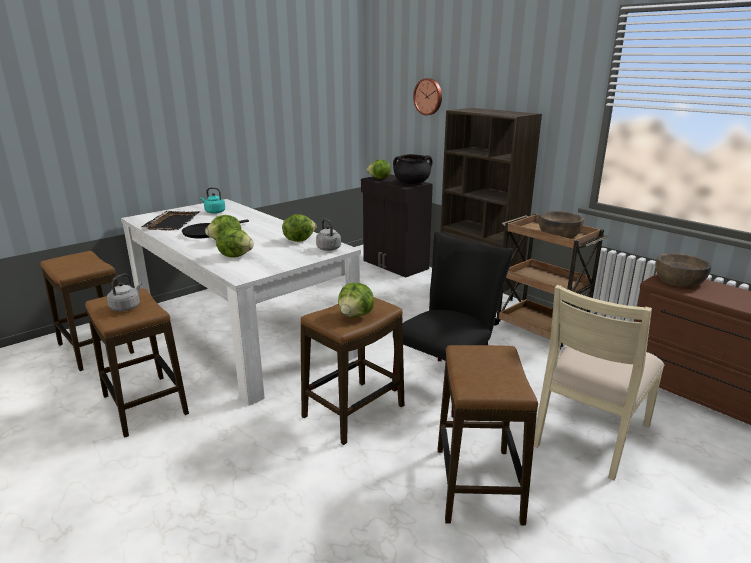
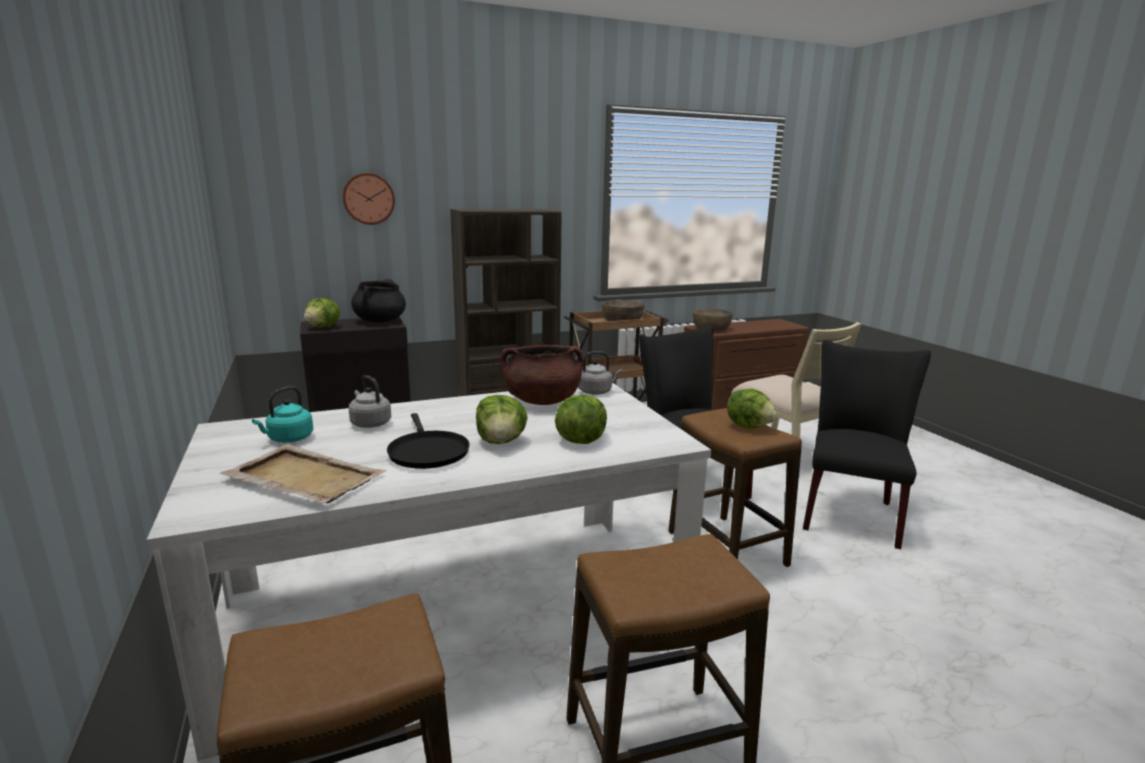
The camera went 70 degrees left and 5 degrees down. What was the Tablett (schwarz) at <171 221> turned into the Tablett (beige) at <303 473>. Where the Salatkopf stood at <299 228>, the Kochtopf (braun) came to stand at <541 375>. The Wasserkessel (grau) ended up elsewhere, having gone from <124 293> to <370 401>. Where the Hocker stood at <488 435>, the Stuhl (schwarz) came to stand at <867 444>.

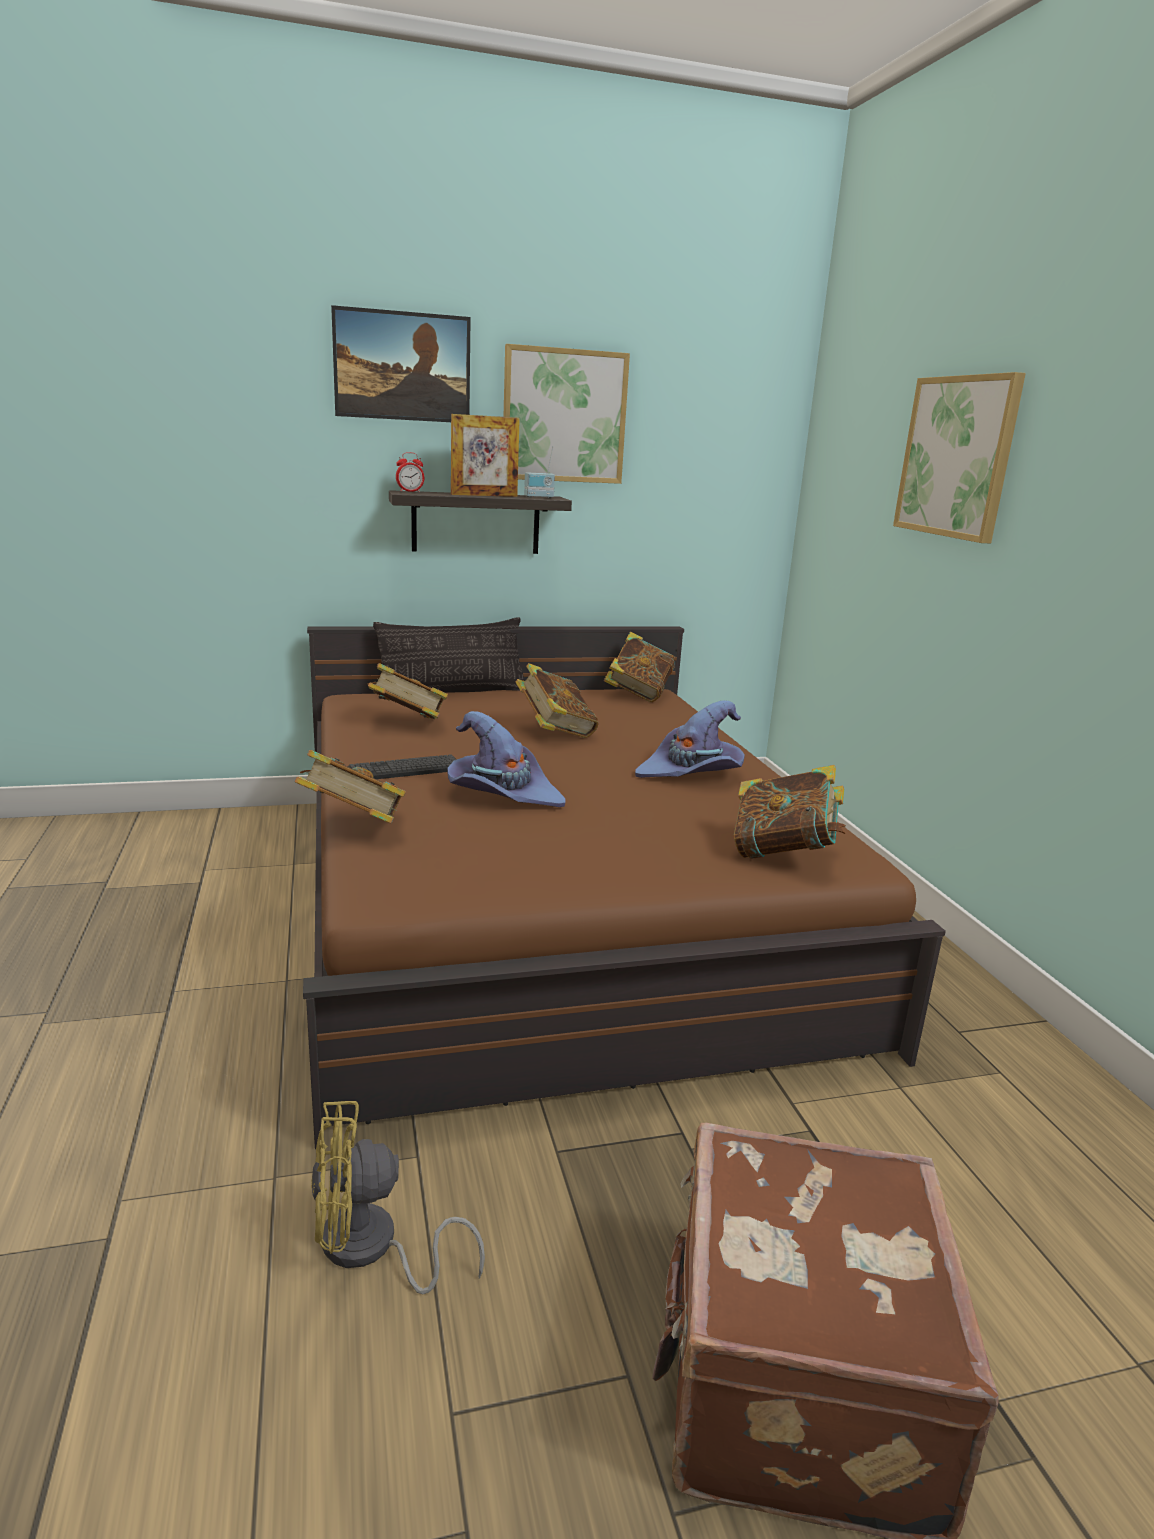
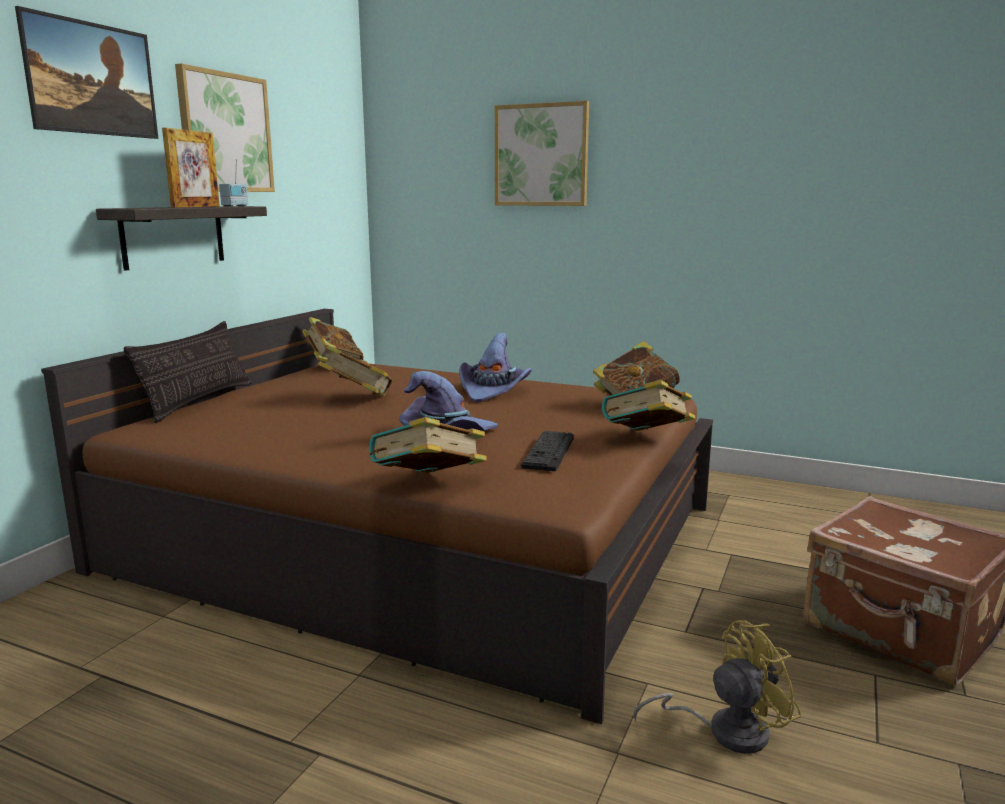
The camera went 50 degrees left and 5 degrees down. The second view lost the Wecker at <410 472>. The Buch ended up elsewhere, having gone from <408 691> to <648 405>. The Tastatur ended up elsewhere, having gone from <402 766> to <547 451>. The Ventilator (gelb) at <398 1197> ended up facing another way, 135 degrees counterclockwise from before.

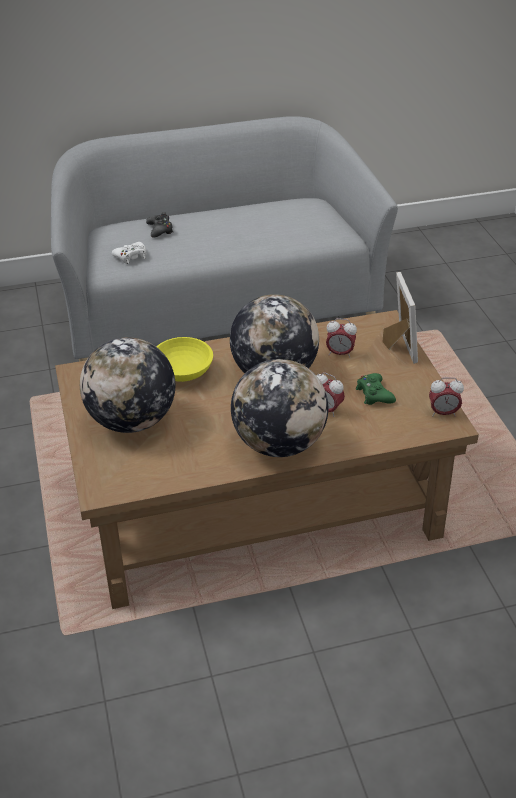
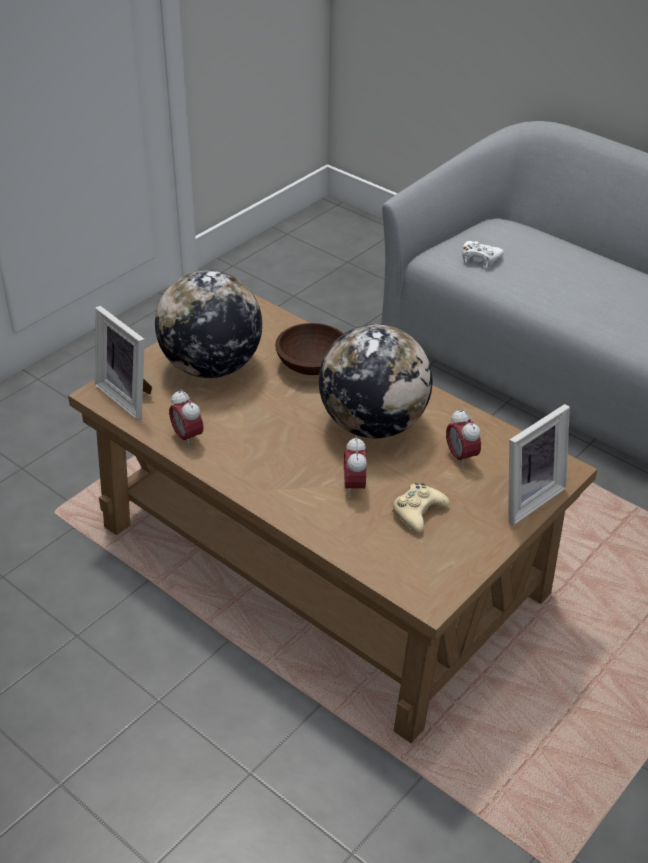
The camera went 55 degrees right and 0 degrees up. The second view lost the Gamepad (schwarz) at <159 225>. What was the Schüssel (gelb) at <184 359> turned into the Schüssel (braun) at <309 349>. The second view lost the Globus at <279 408>. What was the Gamepad (grün) at <376 389> turned into the Gamepad (beige) at <421 508>. The Wecker ended up elsewhere, having gone from <446 397> to <186 418>. The second view gained the Bilderrahmen at <123 363>.

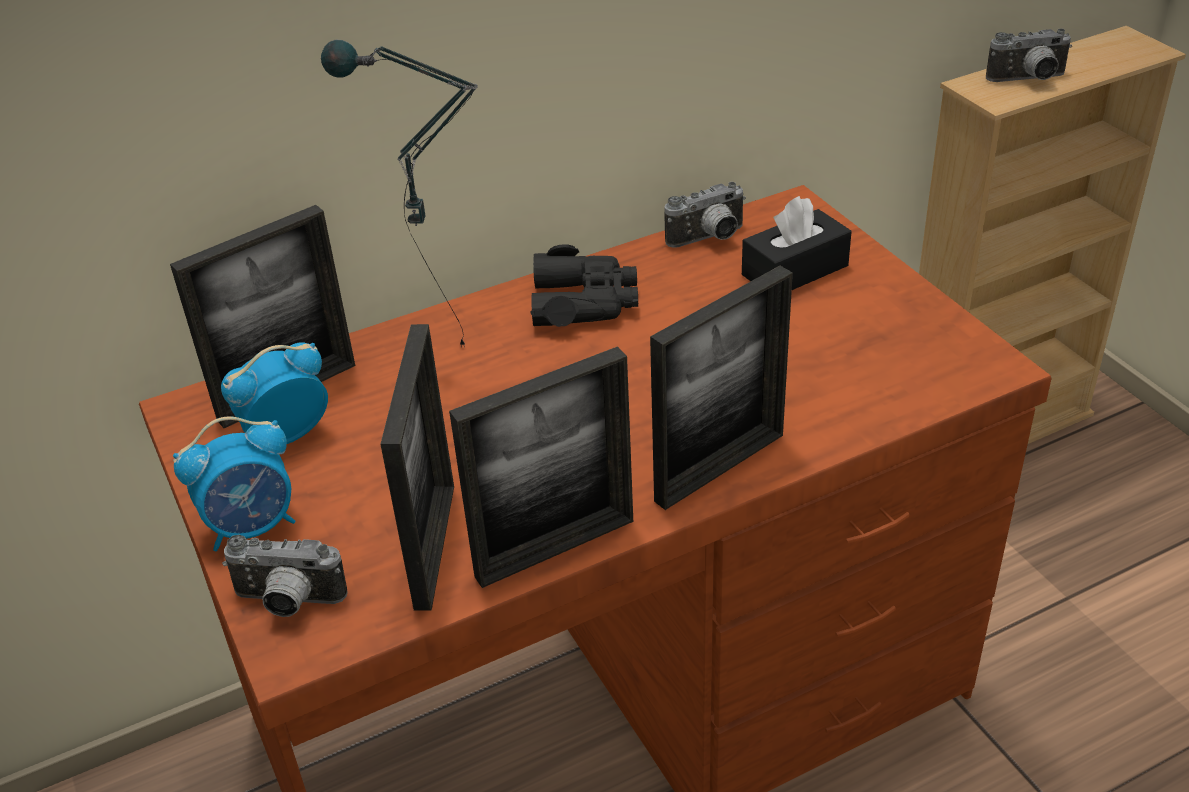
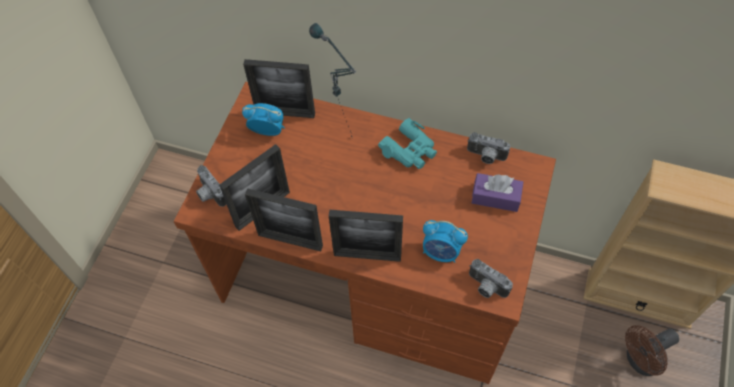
The camera went 45 degrees right and 20 degrees up. The Kamera ended up elsewhere, having gone from <1029 55> to <491 278>. What was the Taschentuchbox (schwarz) at <797 243> turned into the Taschentuchbox (lila) at <497 192>. What was the Fernglas (schwarz) at <584 285> turned into the Fernglas (türkis) at <407 143>. The Wecker ended up elsewhere, having gone from <234 483> to <445 241>. The second view gained the Ventilator (braun) at <652 350>.

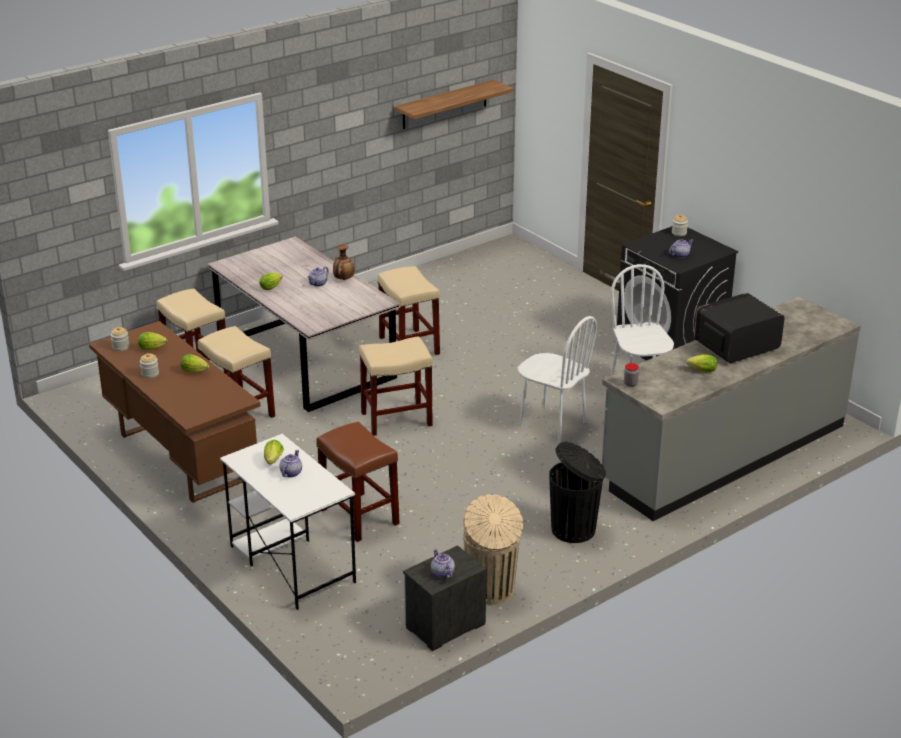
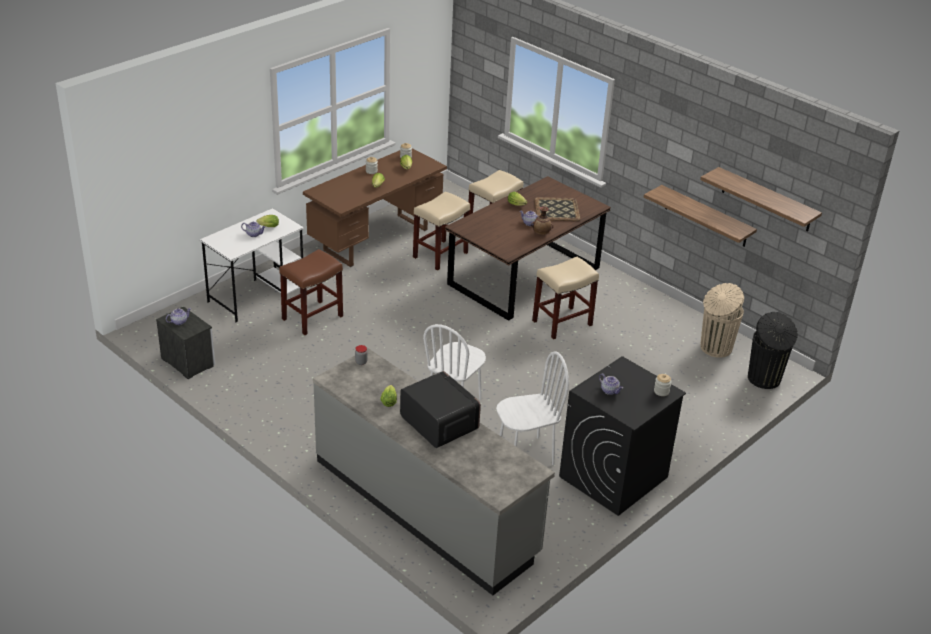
The camera went 80 degrees right and 5 degrees up. What was the Esstisch (grau) at <304 324> turned into the Esstisch (braun) at <528 248>. The second view lost the Hocker (beige) at <396 386>. The Mülleimer (schwarz) ended up elsewhere, having gone from <577 492> to <773 350>. The Mülleimer (beige) ended up elsewhere, having gone from <493 549> to <722 320>. The second view gained the Wandregal at <700 216>. The second view gained the Tablett at <557 209>.

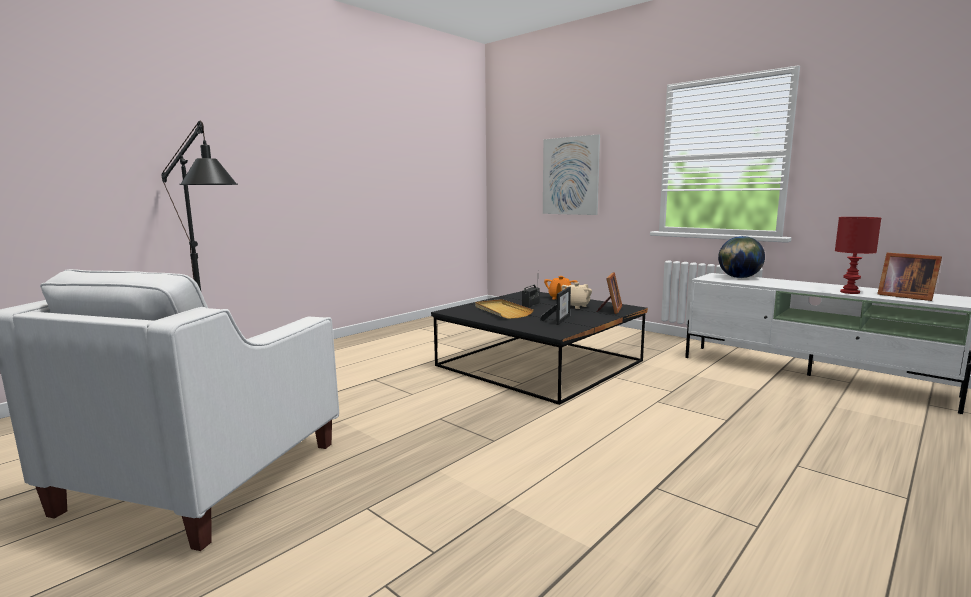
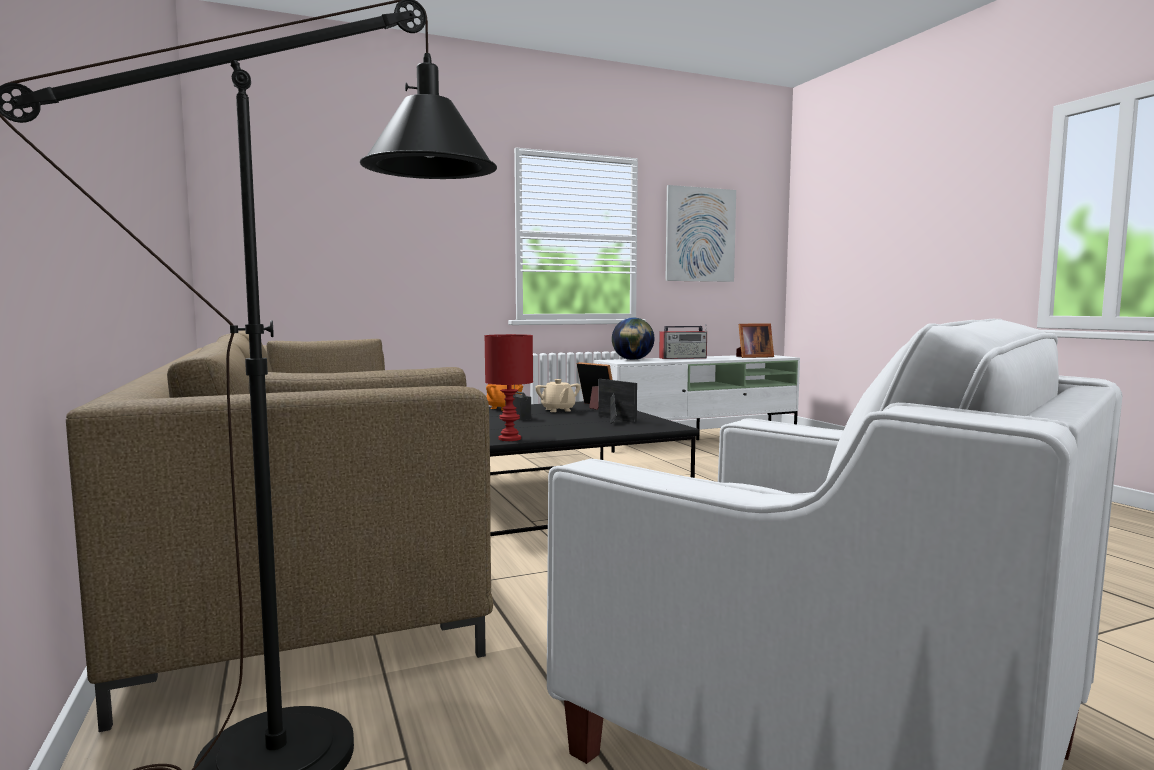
The camera went 65 degrees left and 5 degrees down. The Bild ended up elsewhere, having gone from <571 174> to <701 233>. The Tischlampe (rot) ended up elsewhere, having gone from <858 255> to <508 387>. The second view lost the Tablett (beige) at <504 309>. The second view gained the Radio at <683 341>. The second view gained the Sofa (braun) at <279 531>.

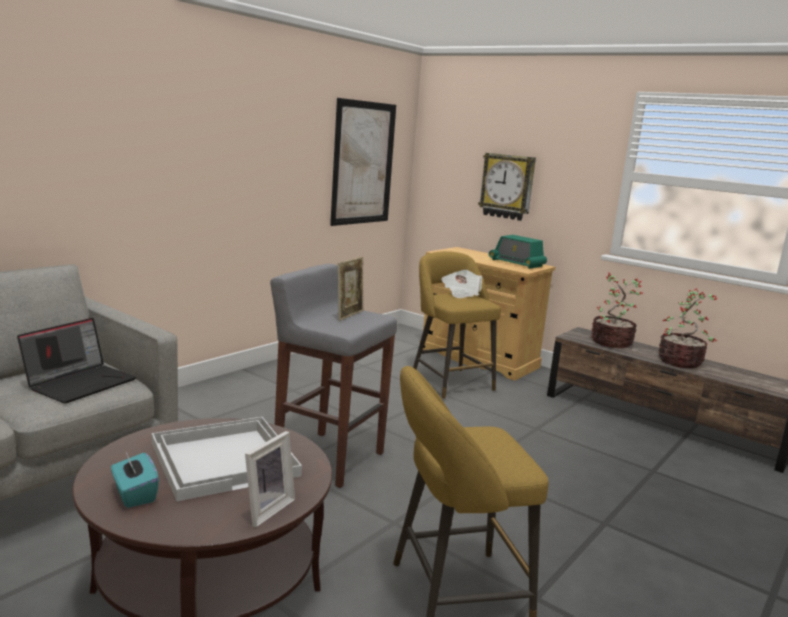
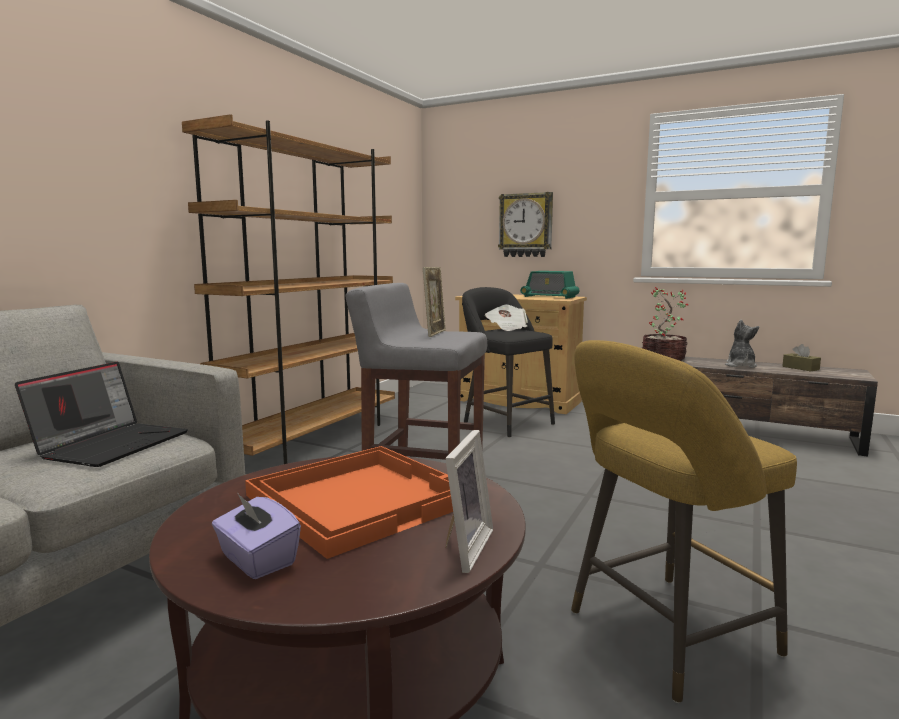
The camera went 10 degrees left and 5 degrees down. The second view lost the Bild at <363 162>. What was the Hocker (gelb) at <457 325> turned into the Hocker (schwarz) at <508 362>. Where the Topfpflanze stood at <687 328>, the Plüschtier came to stand at <742 344>. What was the Tablett (weiß) at <227 459> turned into the Tablett (orange) at <349 502>. What was the Taschentuchbox (türkis) at <135 480> turned into the Taschentuchbox (lila) at <256 536>. The second view gained the Bücherregal (braun) at <288 289>. The second view gained the Taschentuchbox (braun) at <801 357>.

